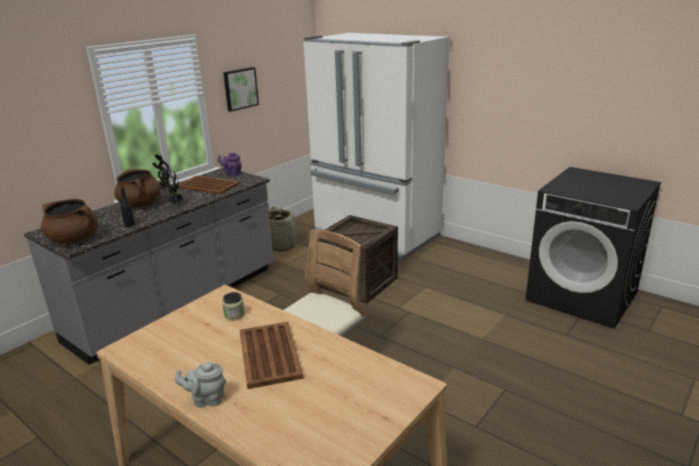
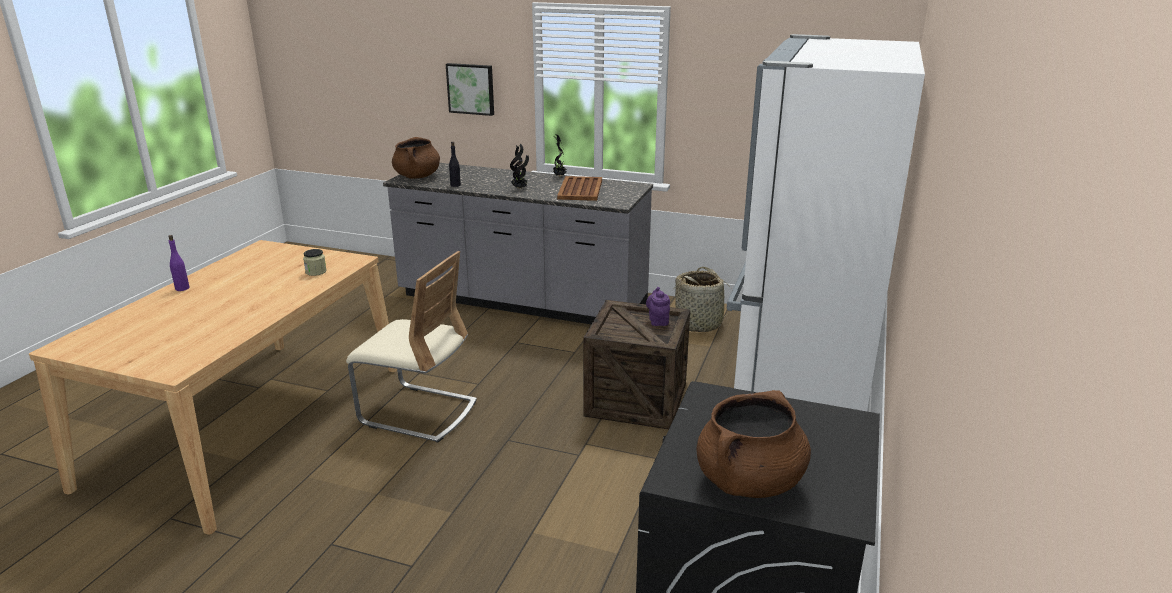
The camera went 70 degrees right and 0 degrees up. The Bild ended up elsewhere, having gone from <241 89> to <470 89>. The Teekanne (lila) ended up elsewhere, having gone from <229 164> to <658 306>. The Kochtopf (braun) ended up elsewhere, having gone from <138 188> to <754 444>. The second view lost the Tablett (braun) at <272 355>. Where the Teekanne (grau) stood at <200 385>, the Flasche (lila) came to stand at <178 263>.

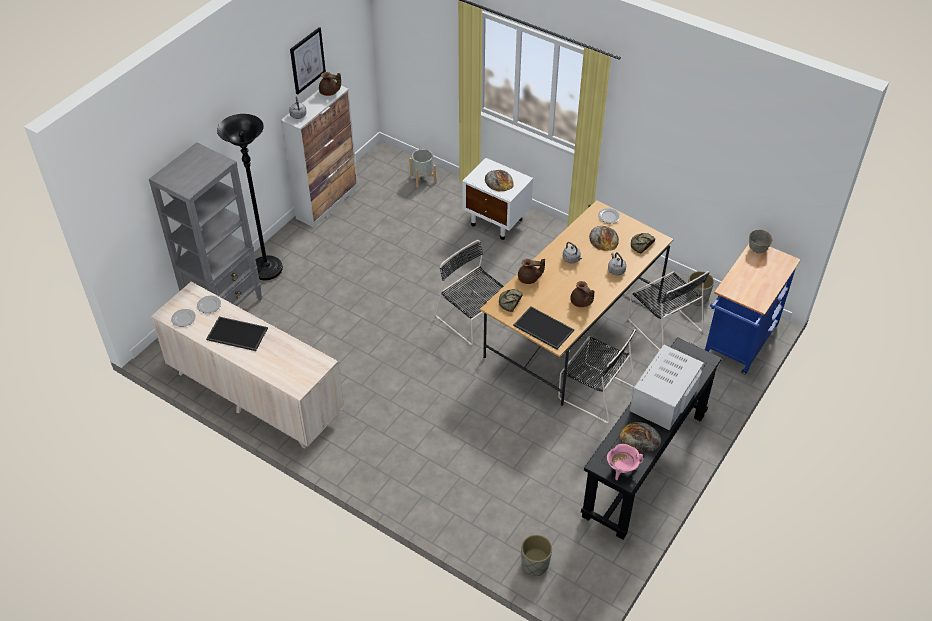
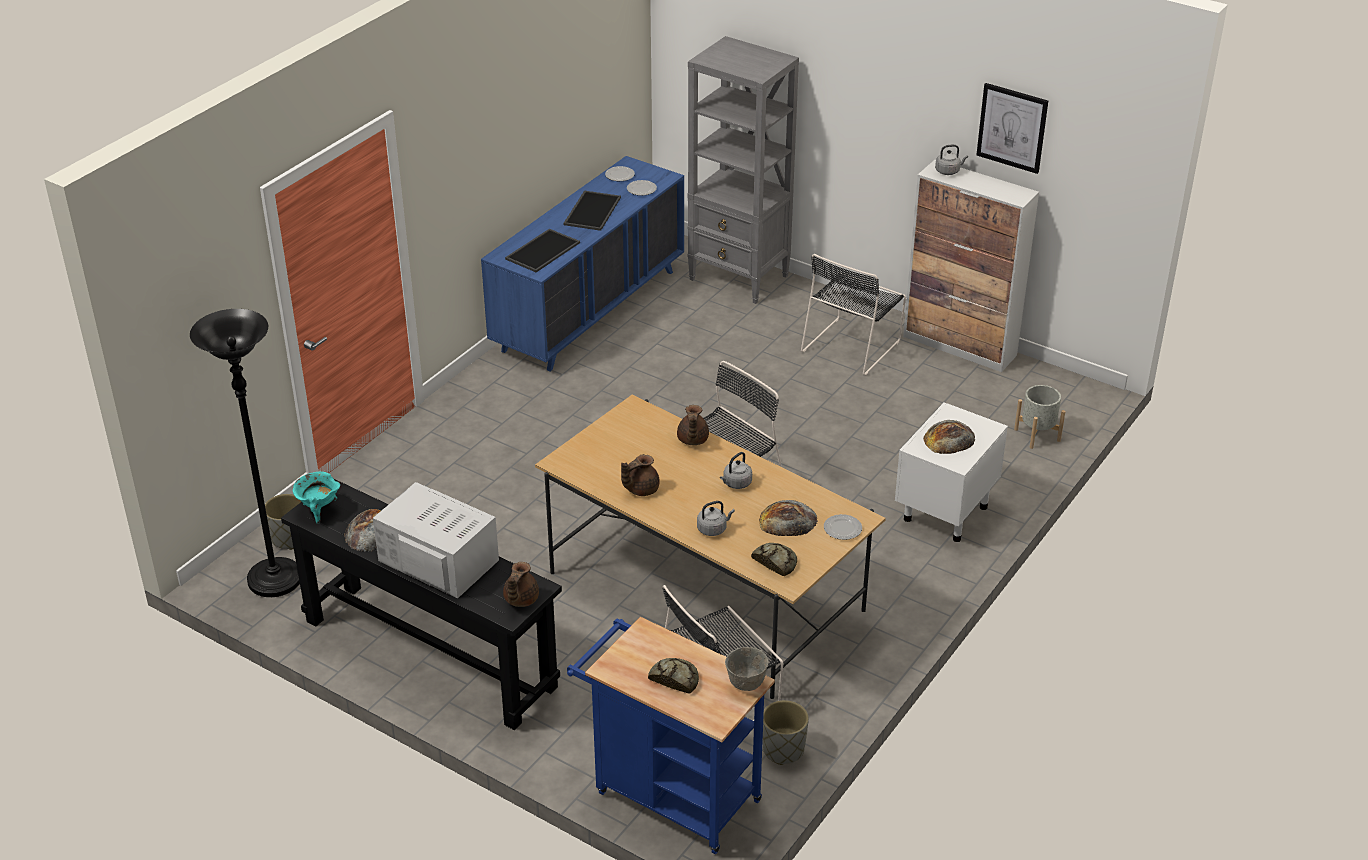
The camera went 90 degrees right and 10 degrees down. The Teekanne (braun) ended up elsewhere, having gone from <330 84> to <521 584>. The Stehlampe (schwarz) ended up elsewhere, having gone from <250 197> to <245 453>. What was the Kommode (beige) at <247 365> turned into the Kommode (blau) at <582 263>. The Brot ended up elsewhere, having gone from <511 300> to <673 676>. The Tablett ended up elsewhere, having gone from <543 328> to <542 250>. The Stuhl (schwarz) ended up elsewhere, having gone from <597 376> to <853 314>. What was the Kochtopf (rosa) at <625 462> turned into the Kochtopf (türkis) at <316 497>.

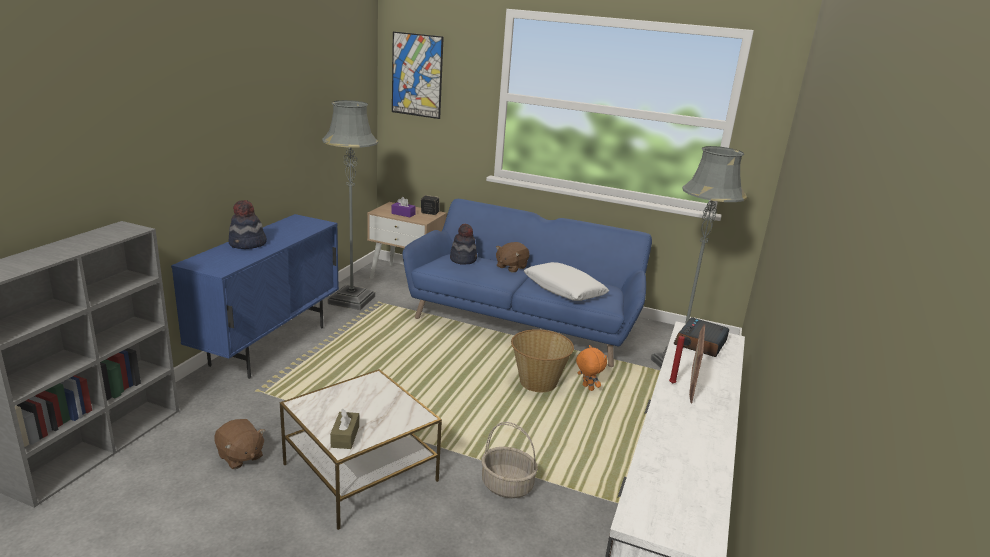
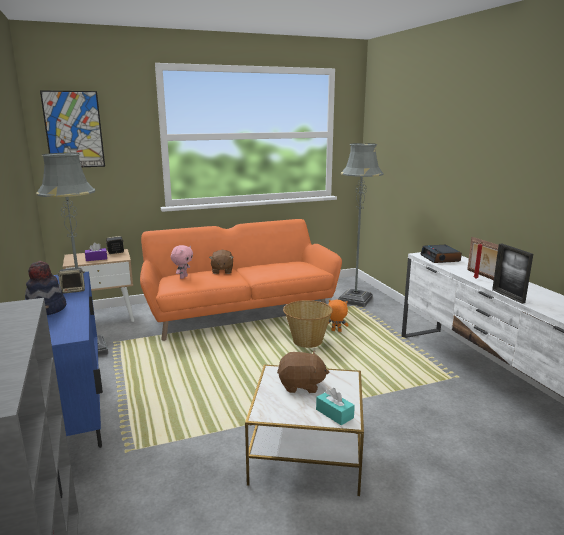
The camera went 40 degrees left and 5 degrees down. What was the Sofa (blau) at <527 283> turned into the Sofa (orange) at <241 280>. Where the Hut stood at <463 244>, the Plüschtier (rosa) came to stand at <182 262>. The second view lost the Kissen (weiß) at <566 281>. What was the Taschentuchbox (braun) at <344 429> turned into the Taschentuchbox (türkis) at <335 406>. The Plüschtier (braun) ended up elsewhere, having gone from <240 444> to <303 372>. The second view lost the Korb at <509 460>. The second view gained the Bilderrahmen at <512 273>. The second view gained the Lautsprecher at <71 281>.

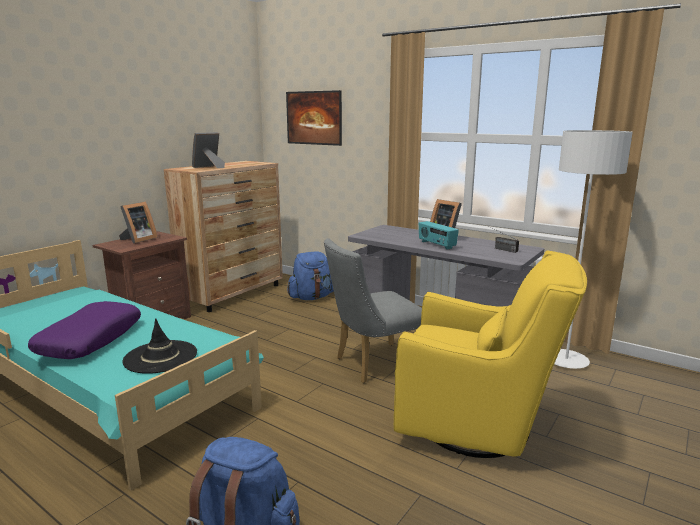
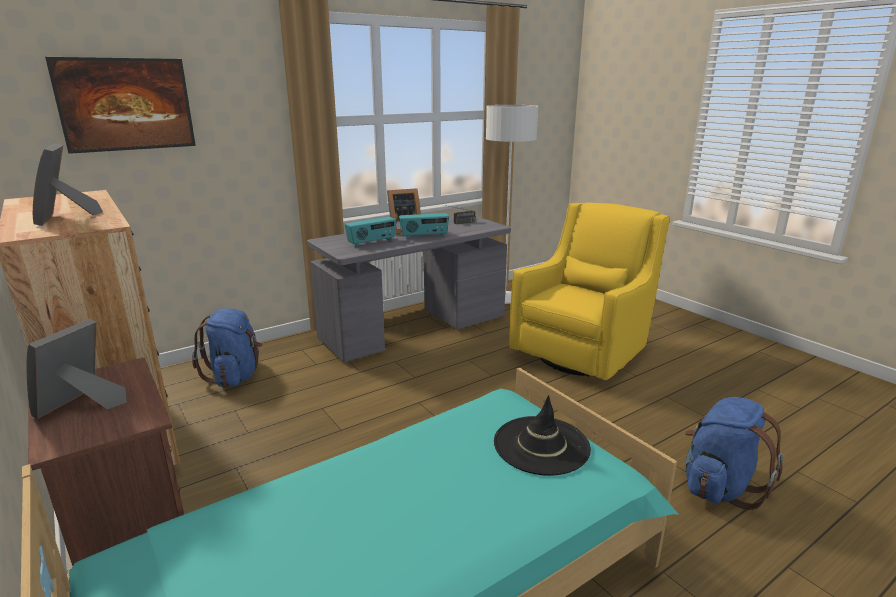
The camera went 70 degrees left and 5 degrees up. The Bilderrahmen at <138 223> ended up facing another way, 120 degrees counterclockwise from before. The second view lost the Stuhl (grau) at <373 310>. The second view lost the Kissen (lila) at <84 330>. The second view gained the Radio at <370 232>.

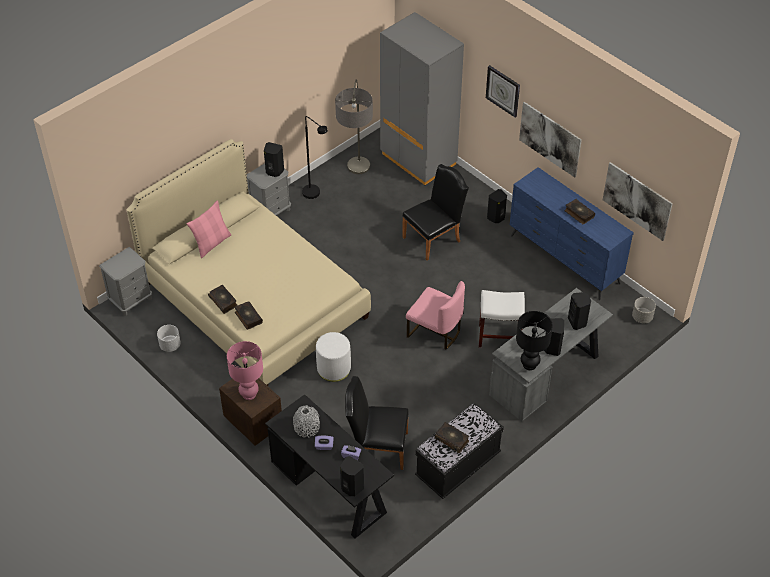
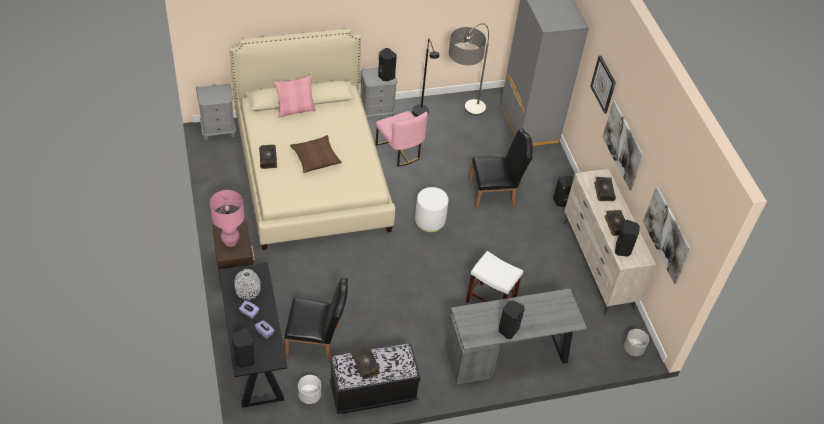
The camera went 25 degrees right and 0 degrees up. What was the Kommode (blau) at <572 233> turned into the Kommode (beige) at <610 242>. The Stuhl (rosa) ended up elsewhere, having gone from <435 315> to <402 139>. The Lautsprecher (schwarz) ended up elsewhere, having gone from <579 311> to <627 238>. The Buch ended up elsewhere, having gone from <249 315> to <605 189>. The second view lost the Tischlampe (schwarz) at <534 340>. The Pflanzkübel (weiß) ended up elsewhere, having gone from <169 338> to <309 389>. The Polsterhocker (weiß) ended up elsewhere, having gone from <333 357> to <431 210>. The Stuhl (schwarz) at <377 423> ended up facing another way, 150 degrees clockwise from before. The second view gained the Kissen (braun) at <316 154>.

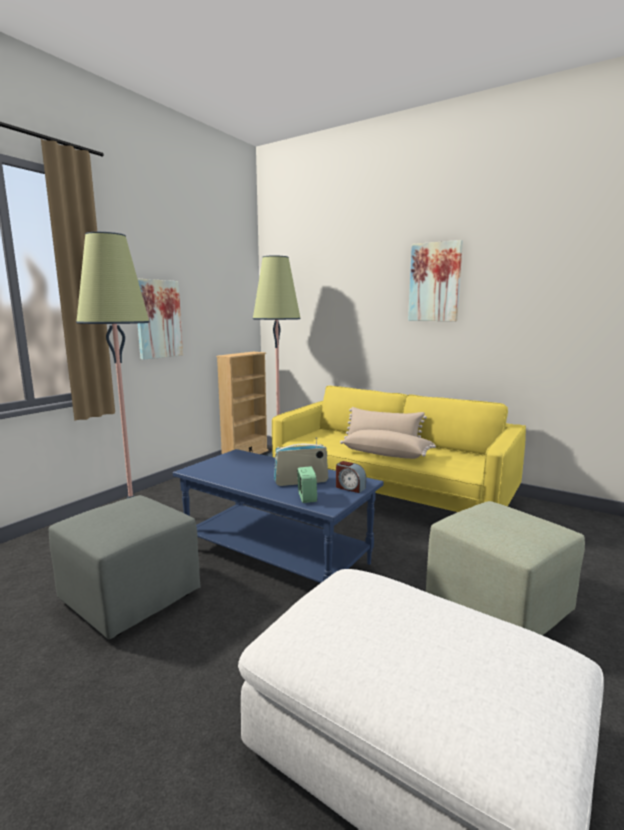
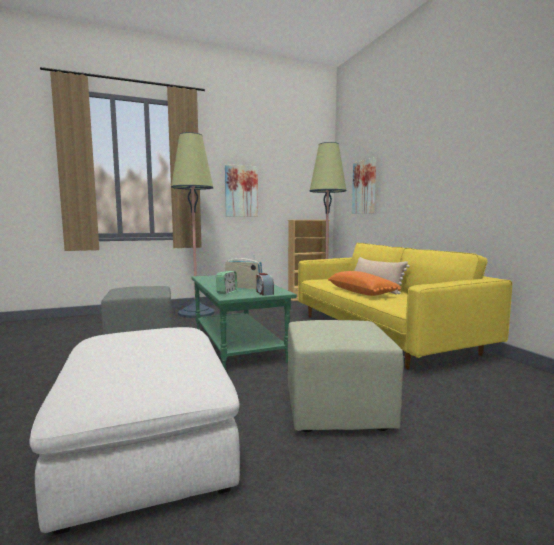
The camera went 35 degrees right and 5 degrees down. The Bild ended up elsewhere, having gone from <435 280> to <364 185>. What was the Kissen (beige) at <388 444> turned into the Kissen (orange) at <364 283>. What was the Couchtisch (blau) at <278 516> turned into the Couchtisch (grün) at <244 322>.

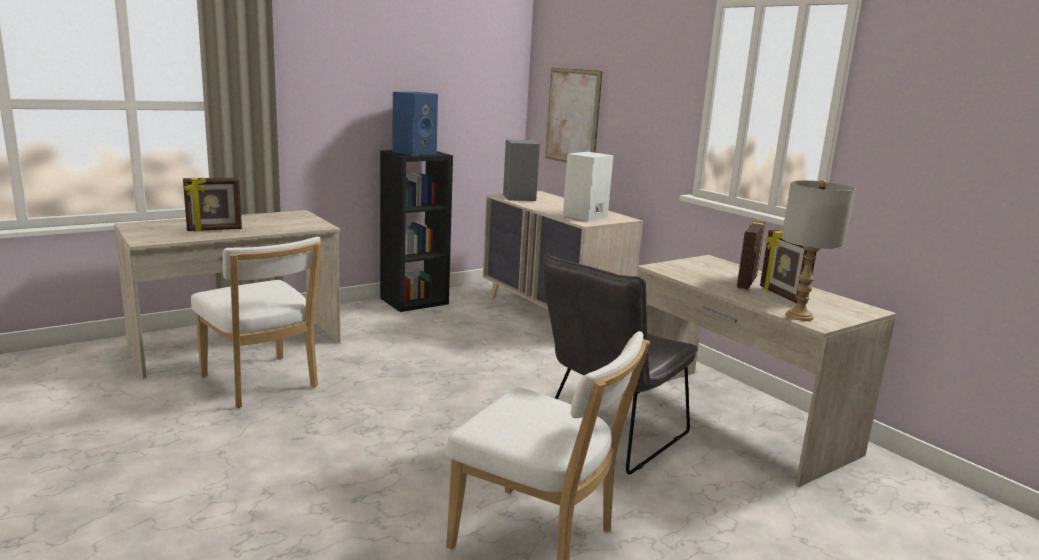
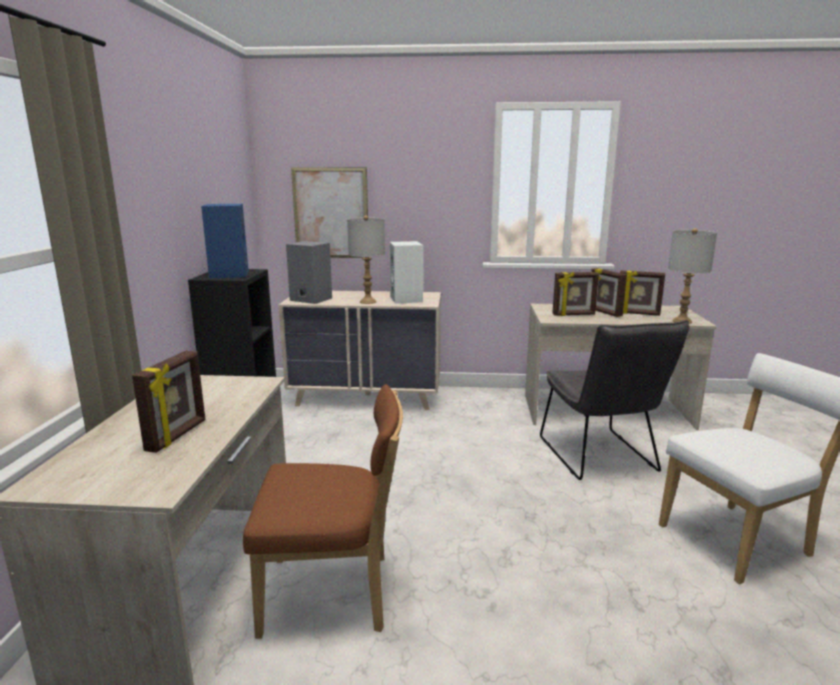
The camera went 50 degrees left and 0 degrees up. What was the Stuhl (weiß) at <256 322> turned into the Stuhl (braun) at <323 511>. The second view gained the Tischlampe (grau) at <366 260>. The second view gained the Bilderrahmen at <575 294>.

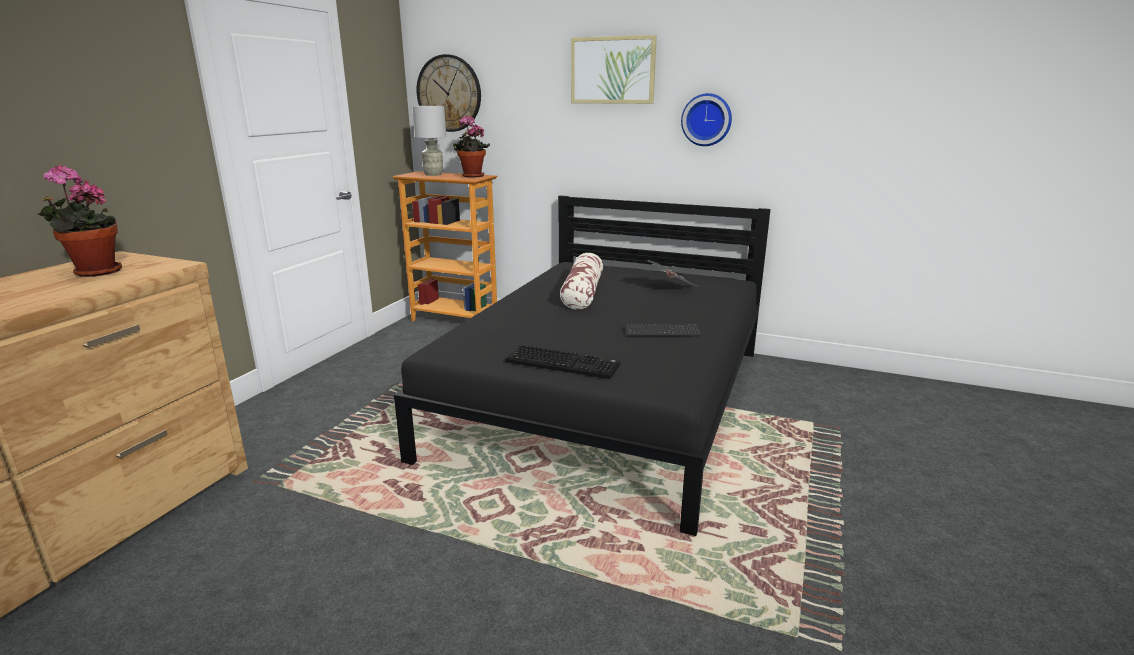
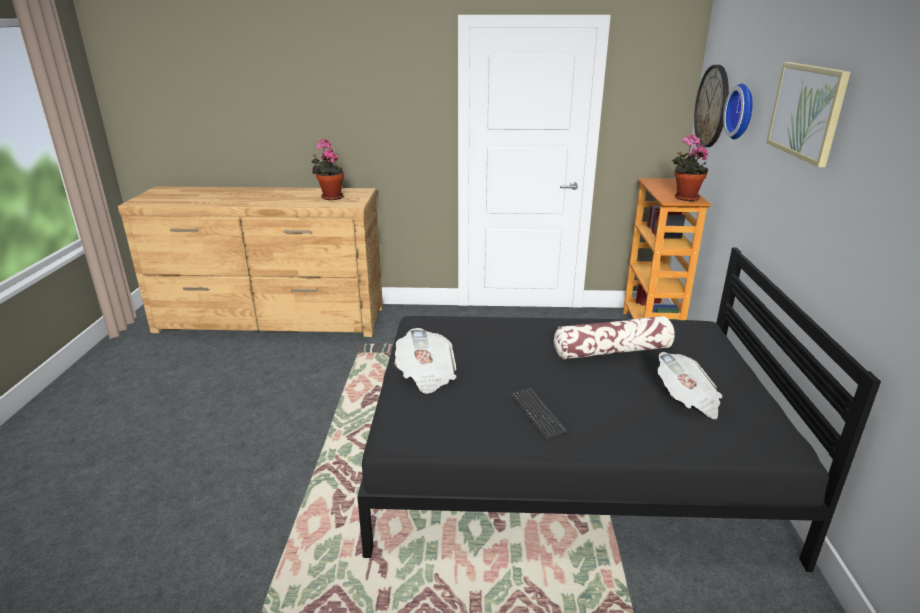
The camera went 70 degrees right and 5 degrees up. The Wanduhr ended up elsewhere, having gone from <706 119> to <738 111>. The second view lost the Tischlampe (grau) at <429 141>. Where the Tastatur stood at <563 362>, the Zeitung came to stand at <426 361>.

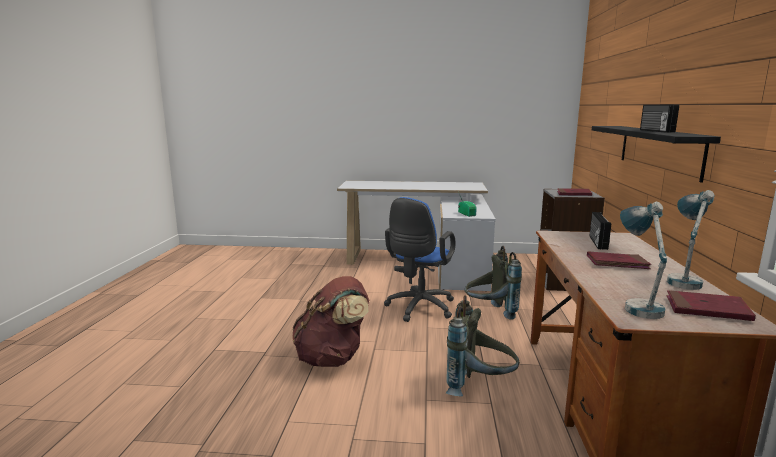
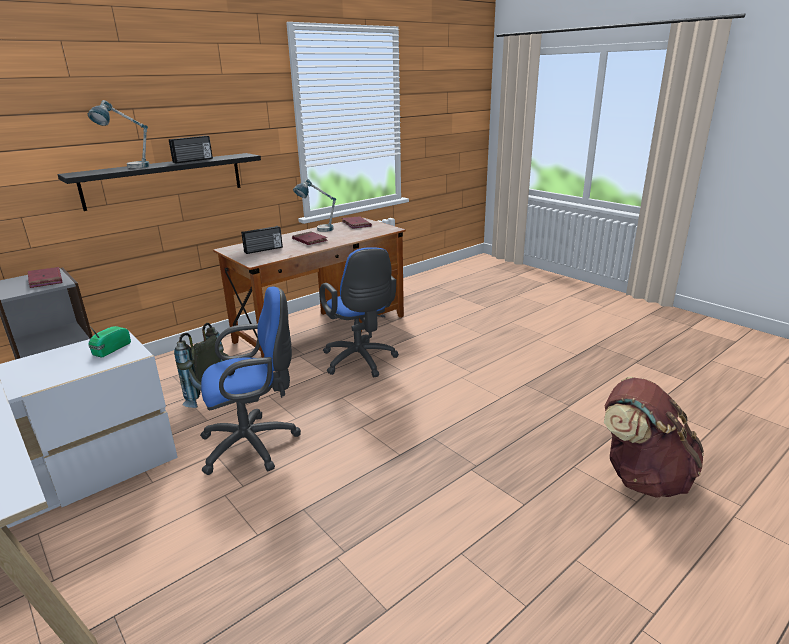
The camera went 135 degrees left and 10 degrees up. The Tischlampe ended up elsewhere, having gone from <643 260> to <119 134>. The Rucksack (braun) ended up elsewhere, having gone from <330 321> to <654 437>. Where the Rucksack (grau) stood at <483 345>, the Bürostuhl (blau) came to stand at <359 312>.

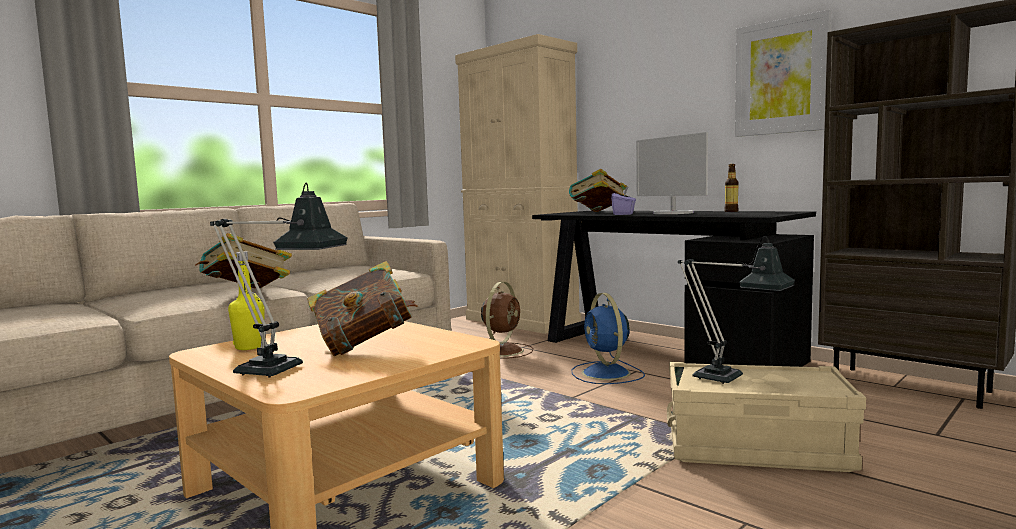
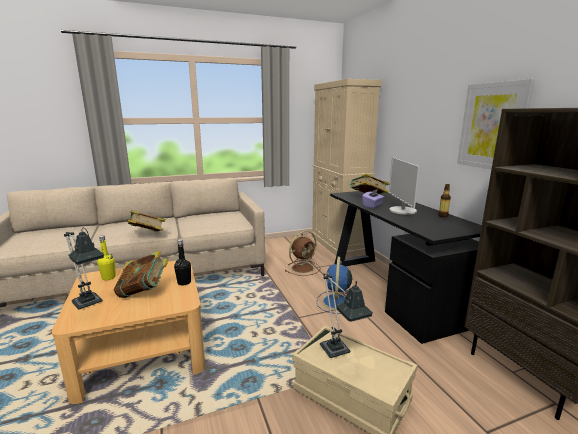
The camera went 25 degrees right and 10 degrees up. The second view gained the Flasche (schwarz) at <182 262>.

